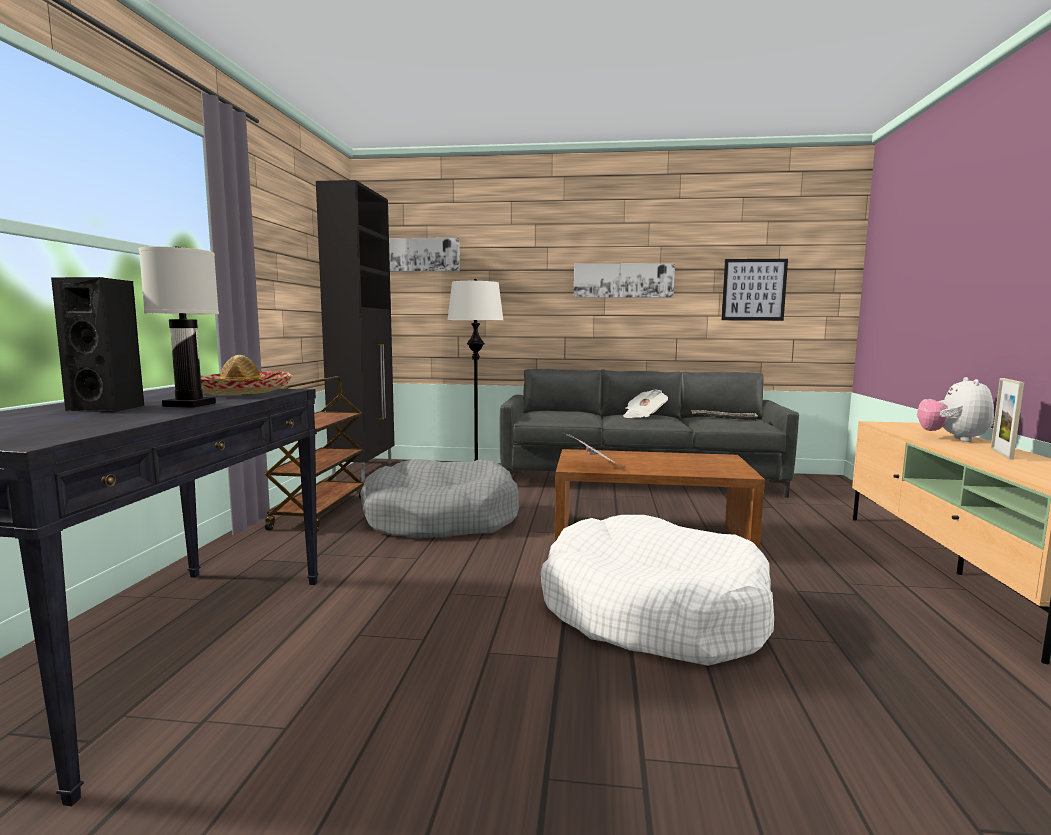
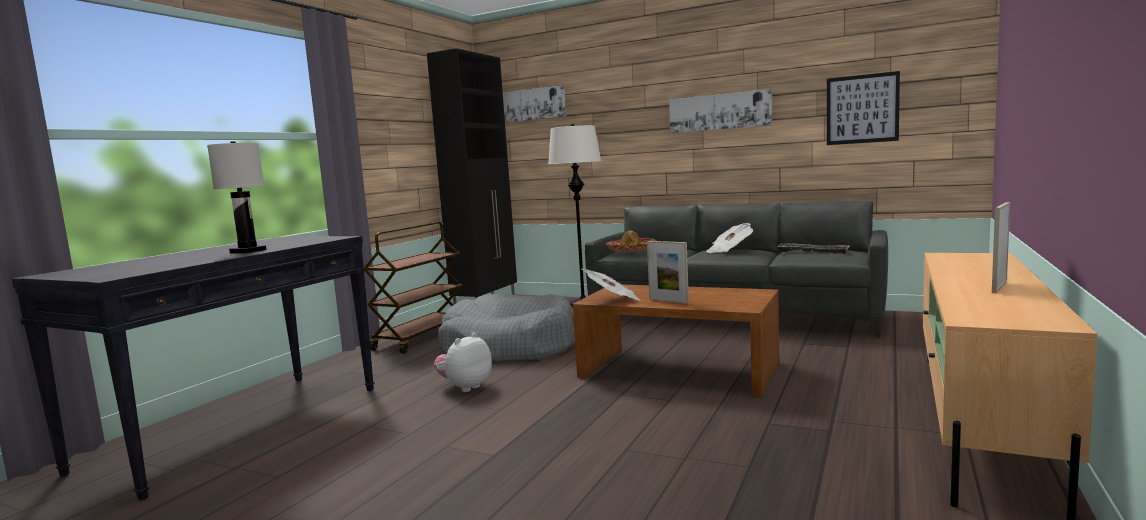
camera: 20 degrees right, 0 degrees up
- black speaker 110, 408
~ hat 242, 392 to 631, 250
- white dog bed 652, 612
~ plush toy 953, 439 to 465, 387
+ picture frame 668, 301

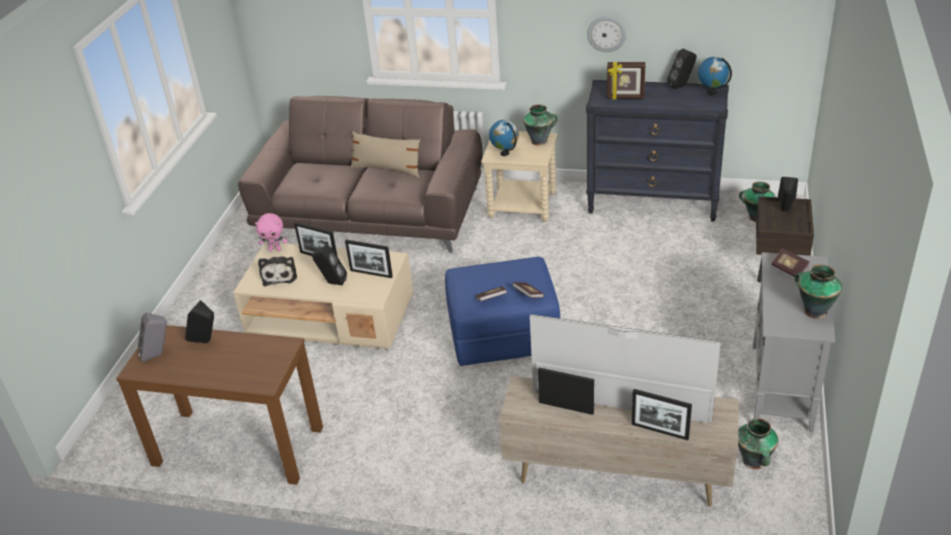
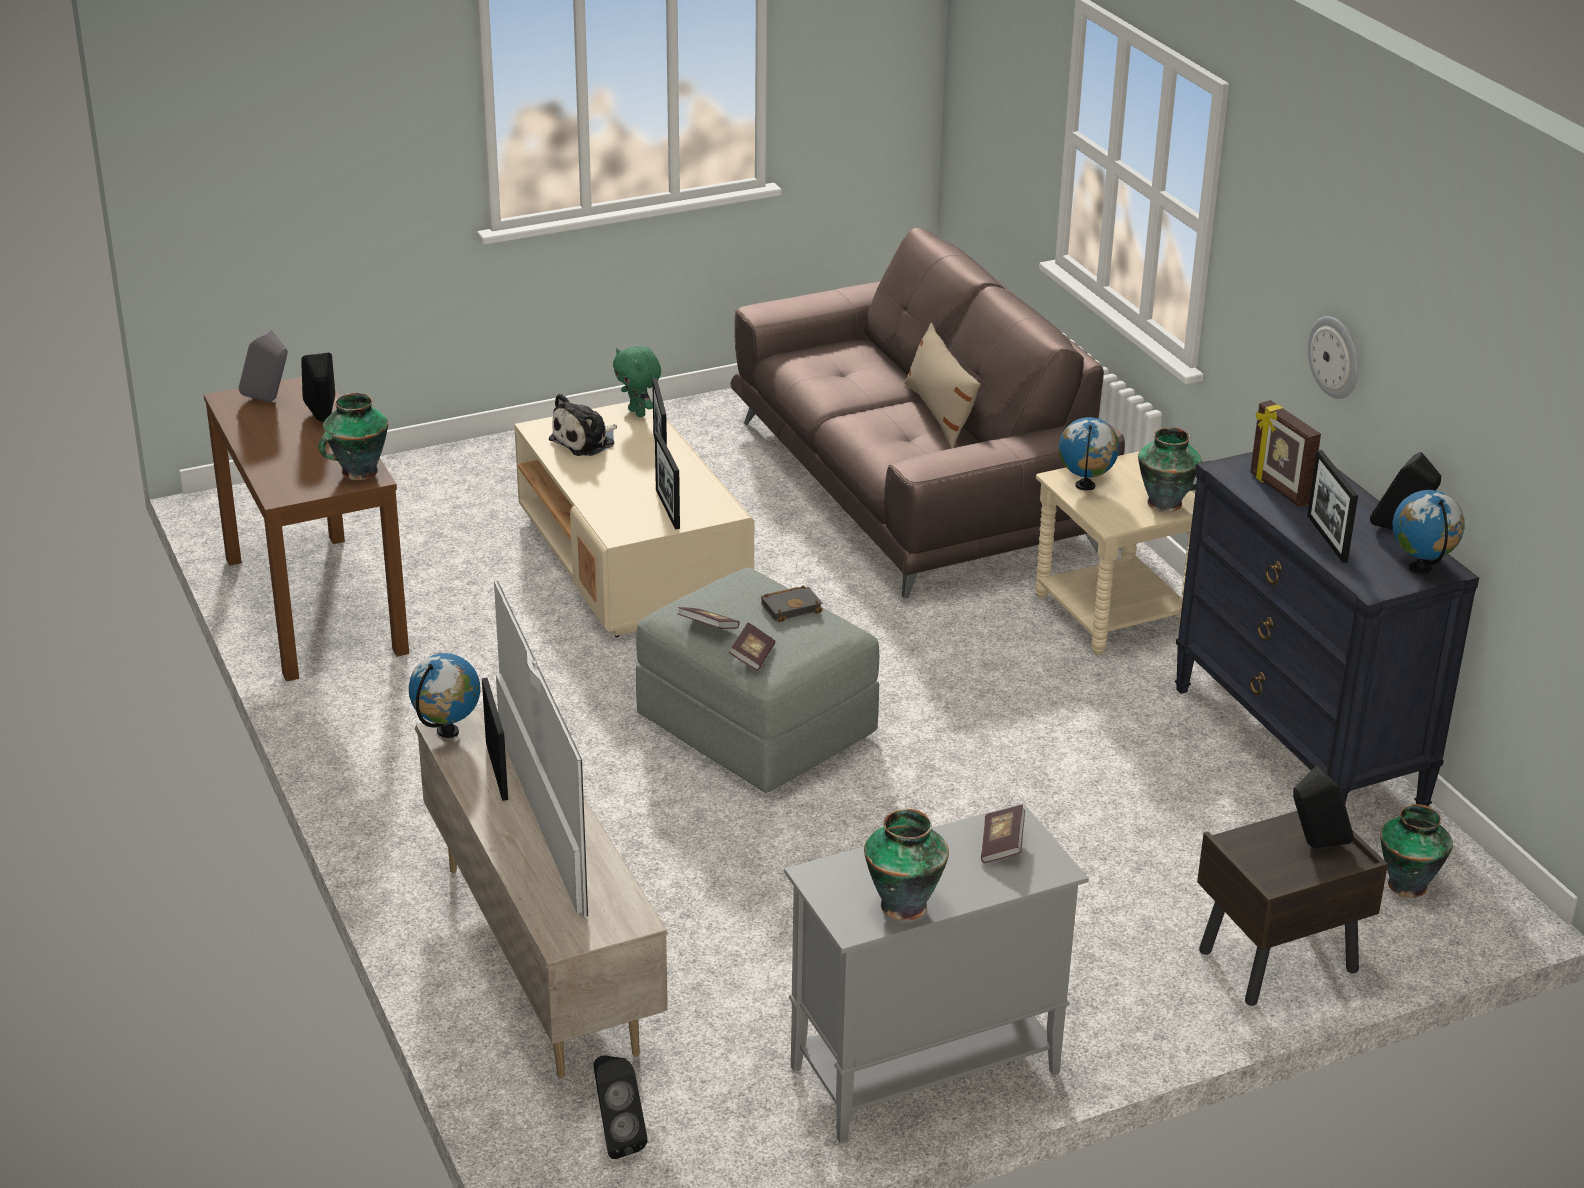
camera: 50 degrees right, 5 degrees down
~ pink plush toy 275, 249 to green plush toy 638, 413
~ black speaker 332, 283 to 616, 1139
~ blue ottoman 503, 335 to grey ottoman 755, 727
~ picture frame 659, 431 to 1327, 538
~ vase 754, 462 to 358, 472
+ globe 448, 732
+ black book 792, 607

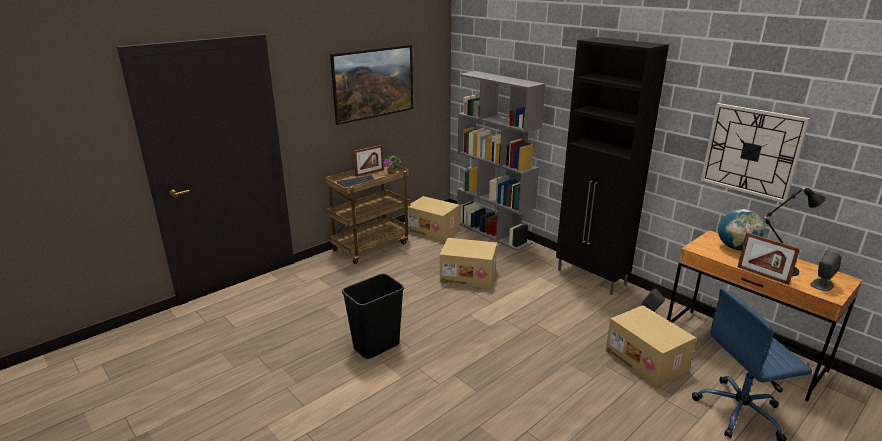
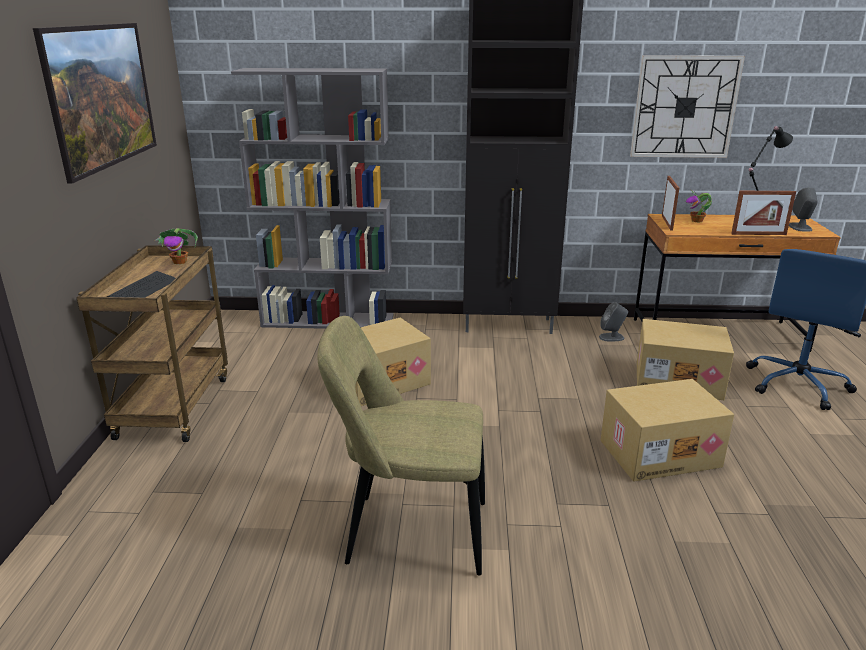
camera: 45 degrees left, 0 degrees up
~ black trash can 376, 346 to beige chair 410, 533
~ picture frame 369, 173 to 667, 223
~ cardboard box 433, 230 to 659, 452
~ globe 736, 248 to potted plant 697, 221

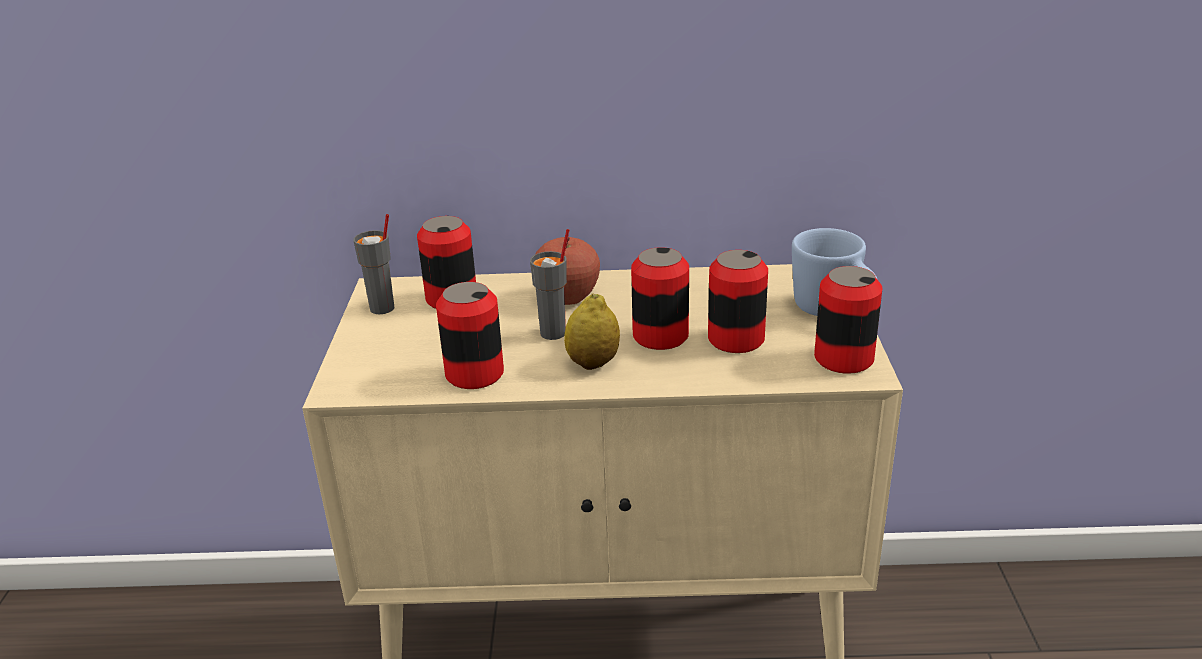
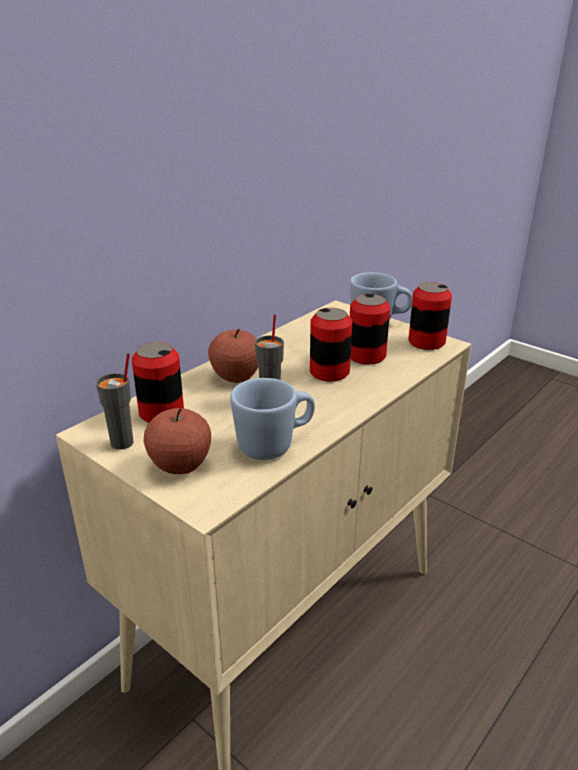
camera: 50 degrees left, 0 degrees up
~ can 474, 374 to blue mug 275, 445
- lemon 593, 363
+ apple 180, 465

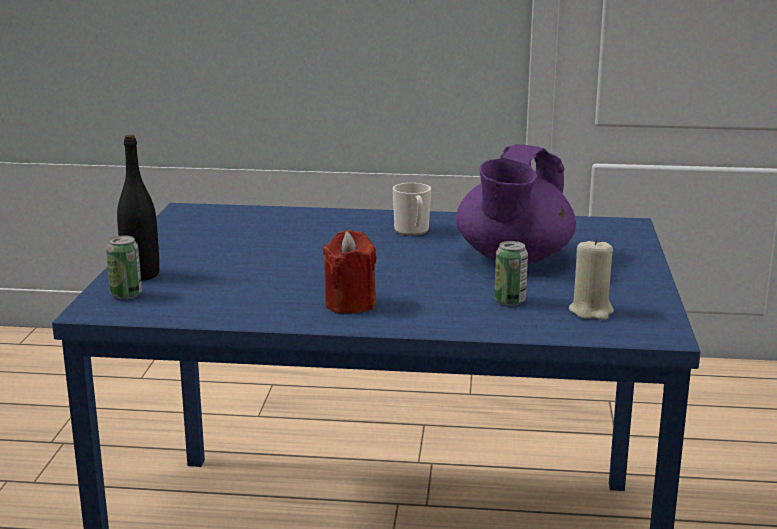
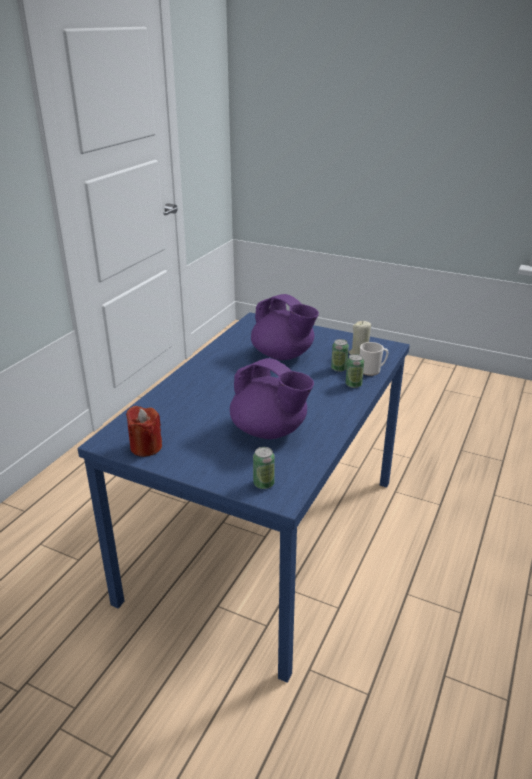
camera: 70 degrees left, 10 degrees up
- black bottle 141, 275
~ red candle 350, 304 to 146, 447
~ mug 412, 231 to 372, 370
+ purple teapot 270, 431
+ can 353, 384

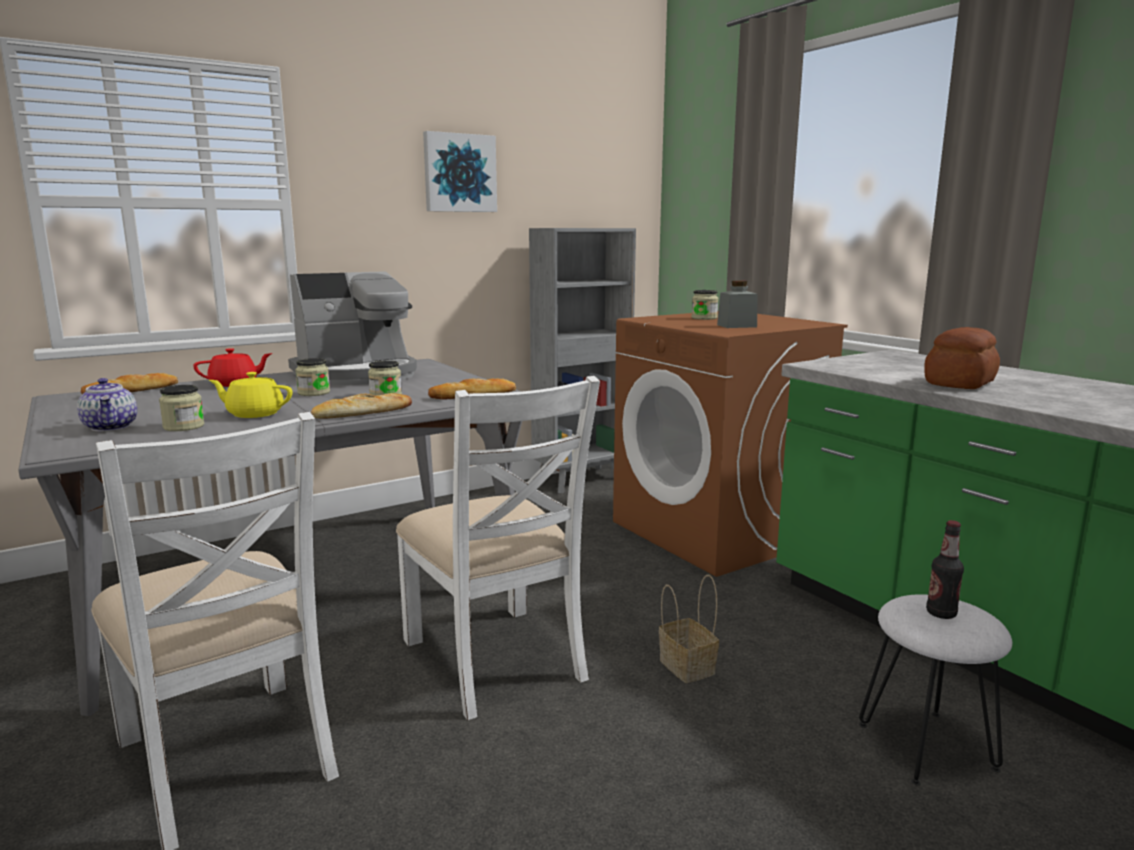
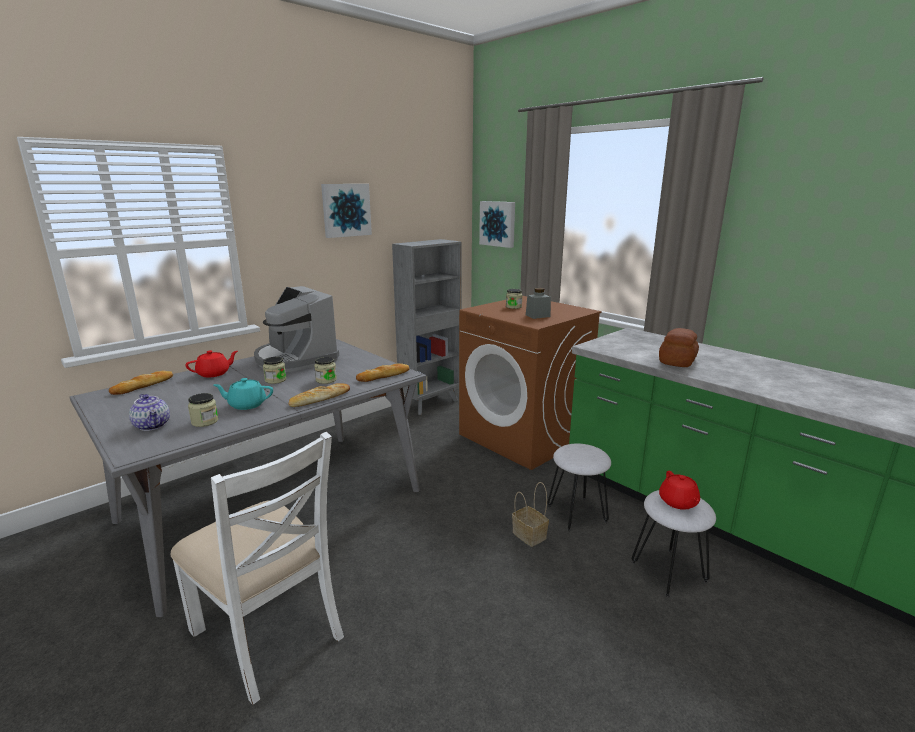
camera: 10 degrees left, 5 degrees up
~ yellow teapot 254, 414 to turquoise teapot 246, 405
~ coffee machine 357, 375 = 295, 359 90 degrees clockwise
- white chair 495, 659
~ bottle 941, 613 to red teapot 678, 502
+ picture 498, 223
+ white stool 576, 513

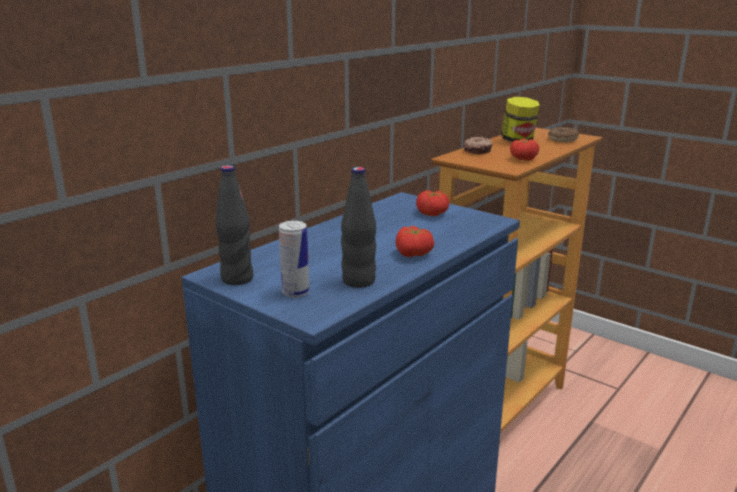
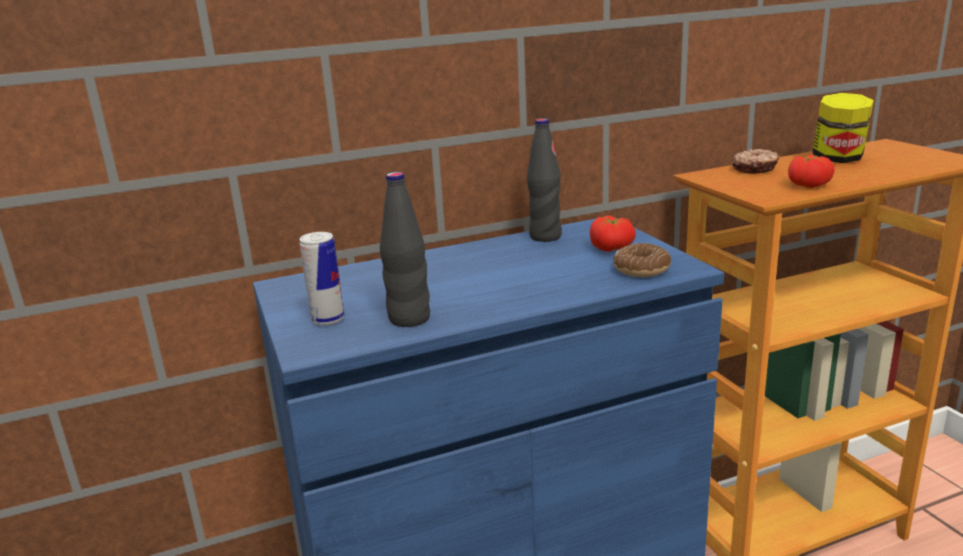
camera: 30 degrees right, 0 degrees up
~ black bottle 237, 279 to 545, 237
- tomato 414, 254
~ donut 562, 139 to 641, 269

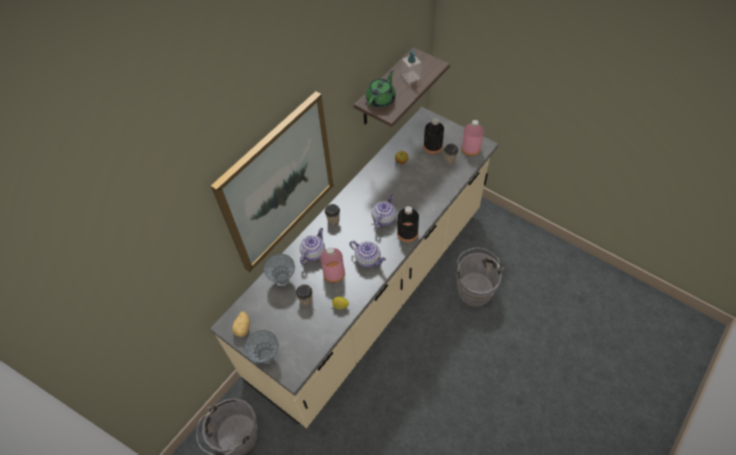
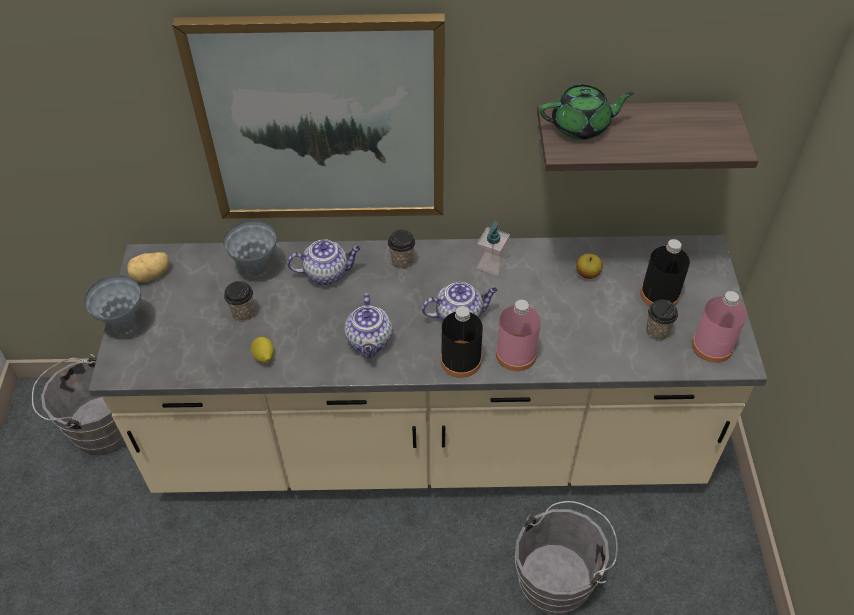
camera: 50 degrees right, 5 degrees down
~ pink bottle 334, 272 to 516, 354
~ soap dispenser 411, 77 to 491, 264

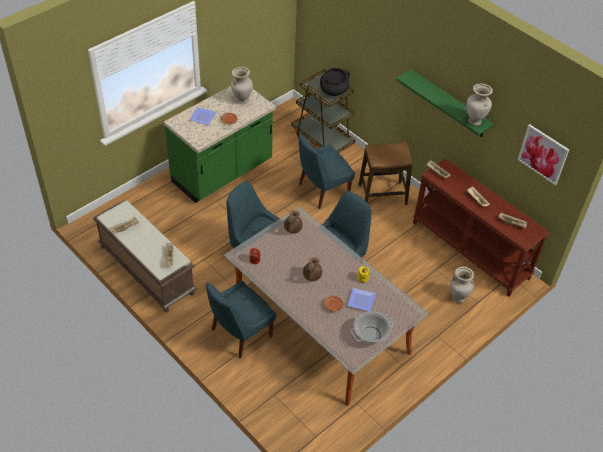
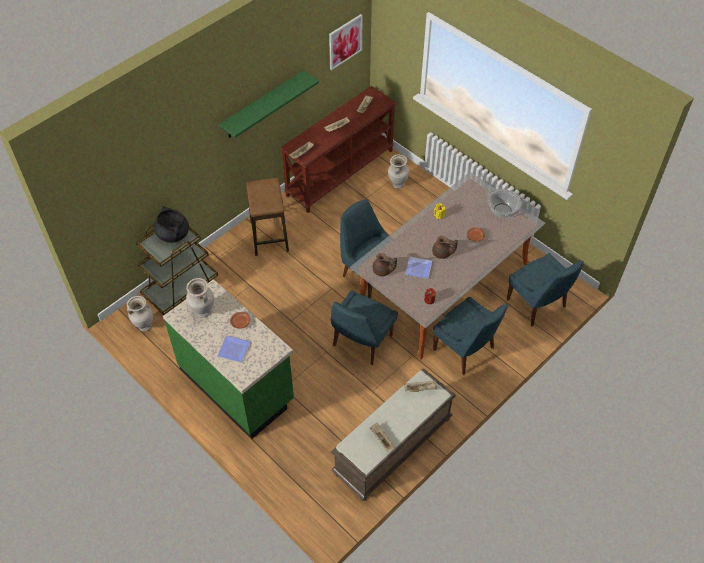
camera: 90 degrees left, 5 degrees up
~ blue chair 321, 191 to 537, 304
~ plate 360, 301 to 419, 269
~ beige vase 475, 121 to 144, 326

